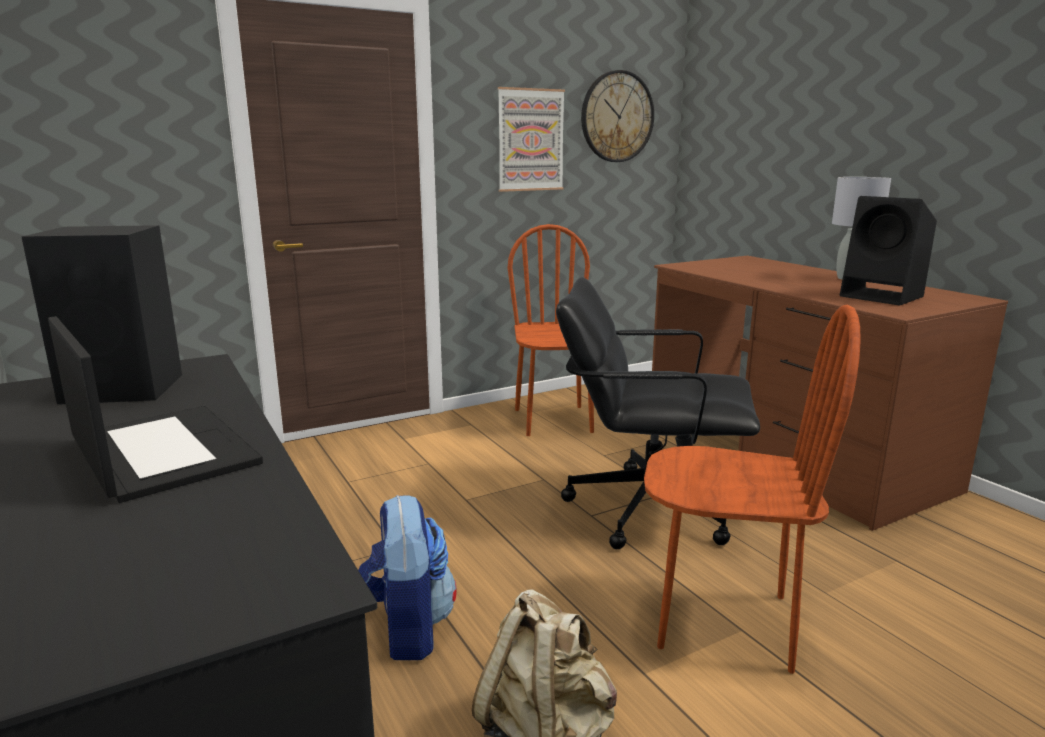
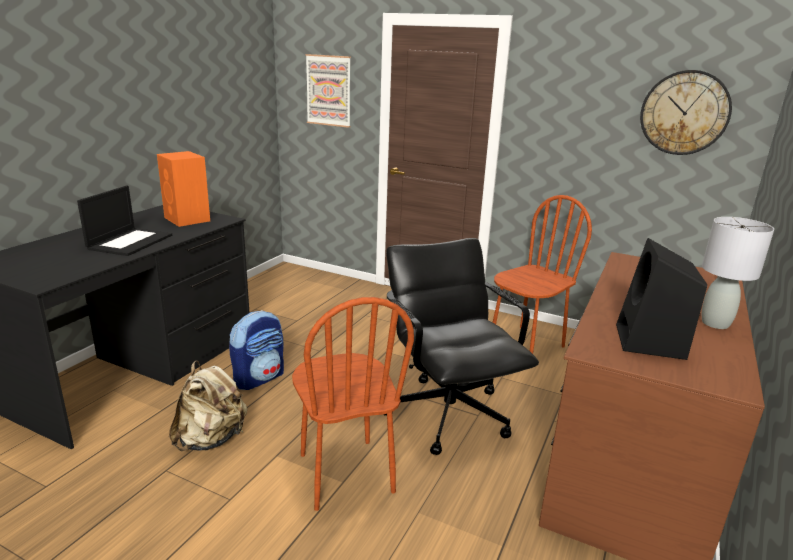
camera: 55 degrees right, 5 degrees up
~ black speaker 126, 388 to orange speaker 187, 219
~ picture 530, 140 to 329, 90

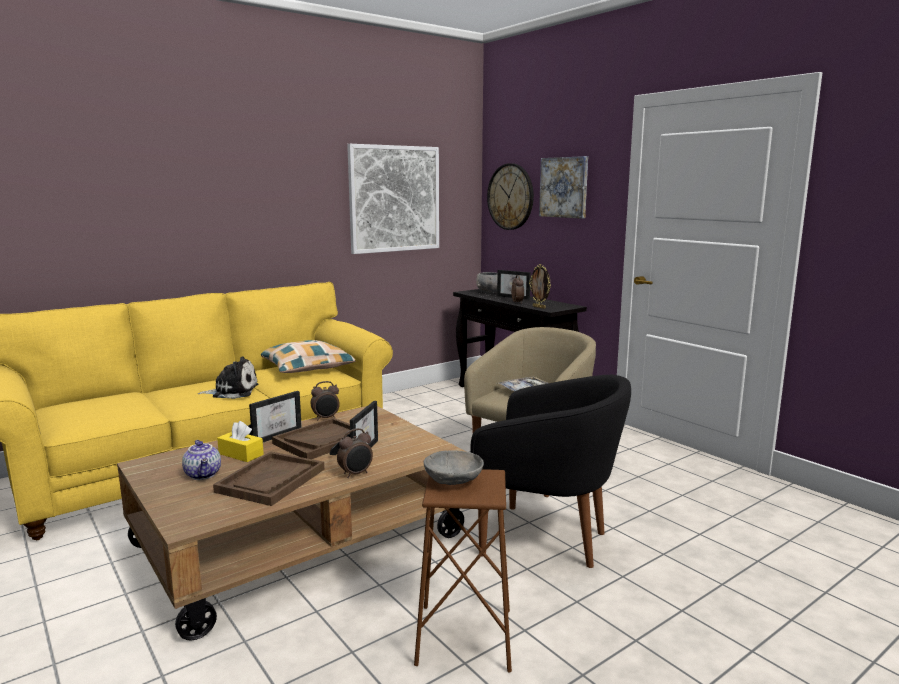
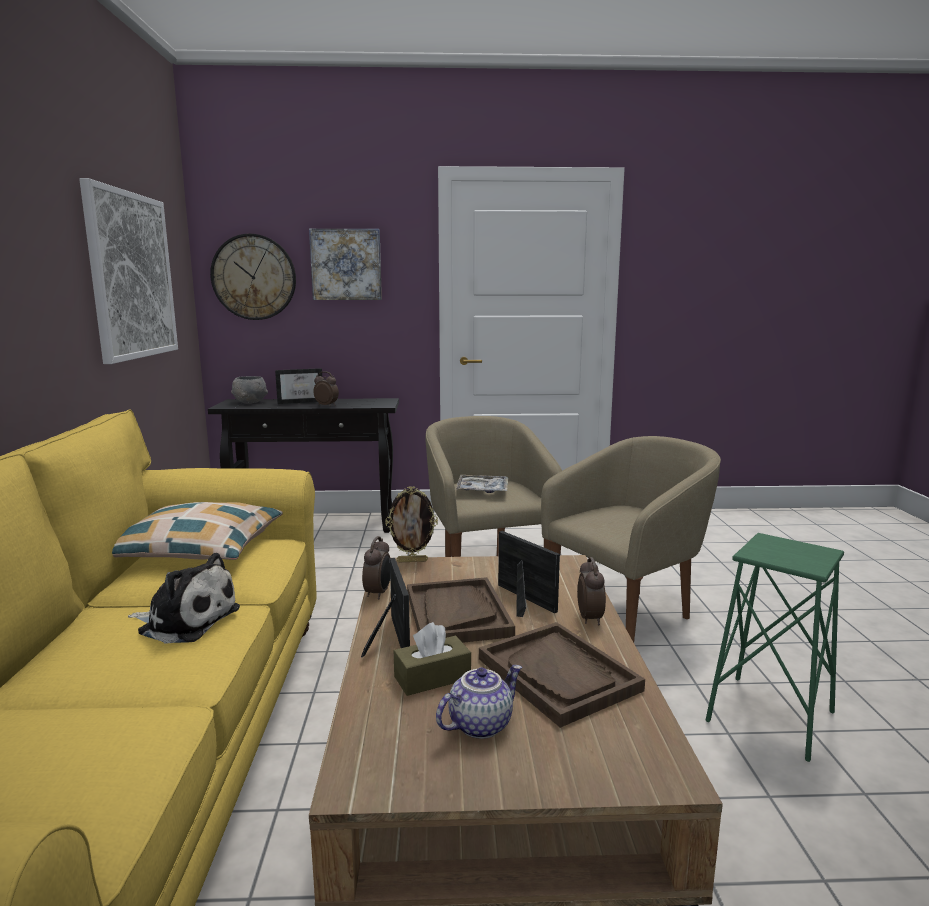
camera: 55 degrees left, 0 degrees up
~ teapot 204, 474 = 480, 724 45 degrees counterclockwise
~ plush toy 232, 391 = 186, 621 75 degrees clockwise
~ yellow tissue box 241, 454 to brown tissue box 432, 678
~ brown stool 464, 637 to green stool 770, 716
- grey bowl 454, 482
~ black armchair 547, 539 to beige armchair 627, 617
~ picture frame 539, 307 to 412, 561

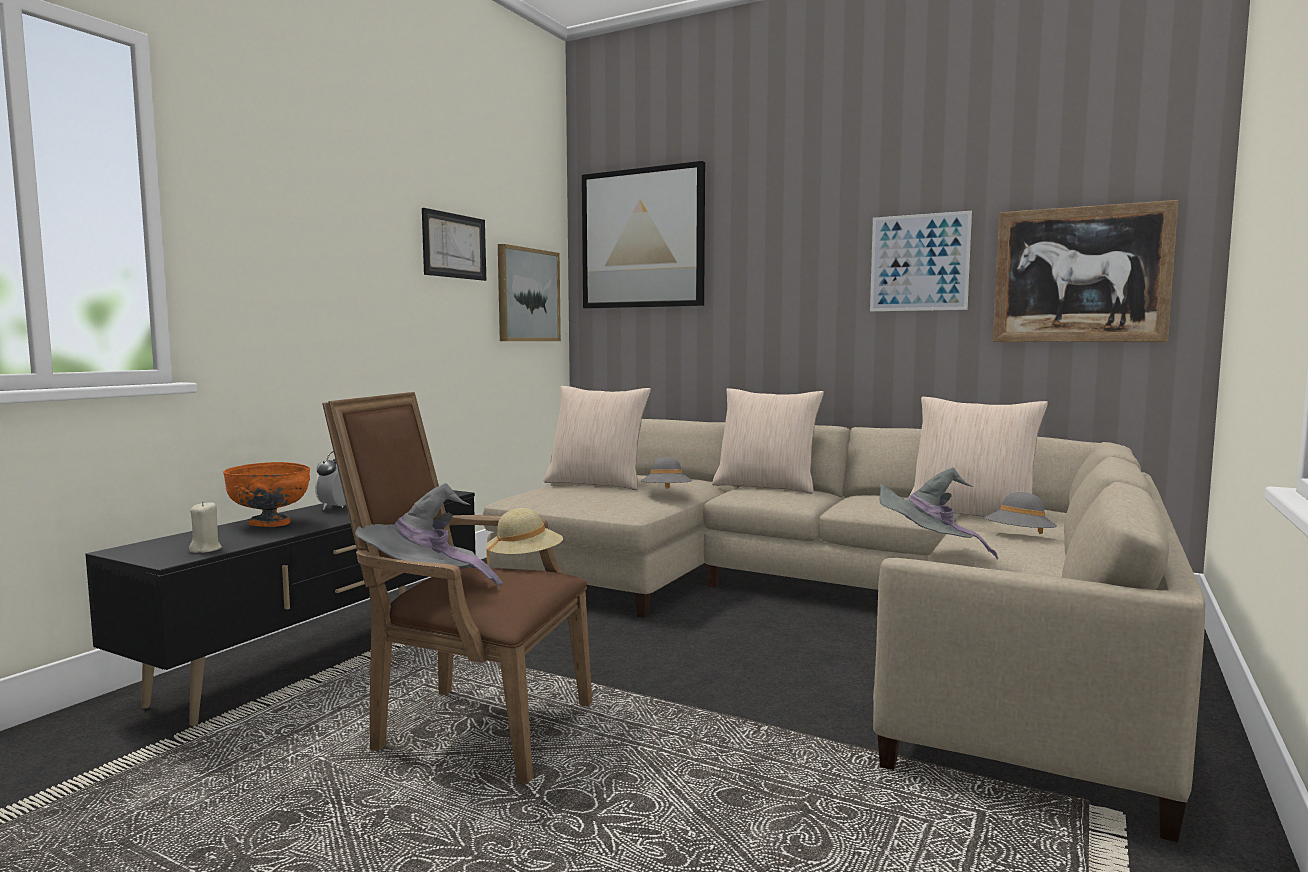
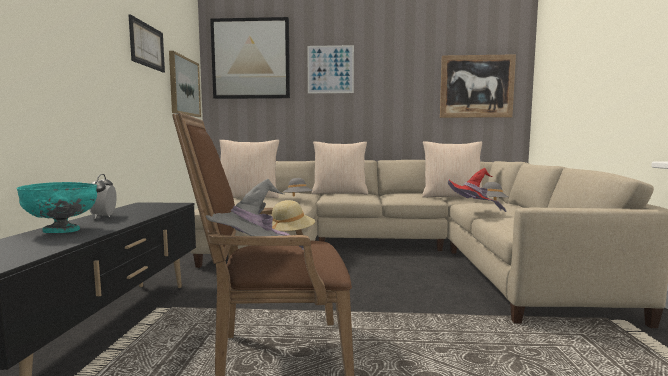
camera: 25 degrees left, 0 degrees up
- beige candle 206, 549
~ orange bowl 270, 524 to turquoise bowl 62, 231
~ picture 919, 262 to 330, 69
~ grey hat 927, 552 to red hat 473, 212

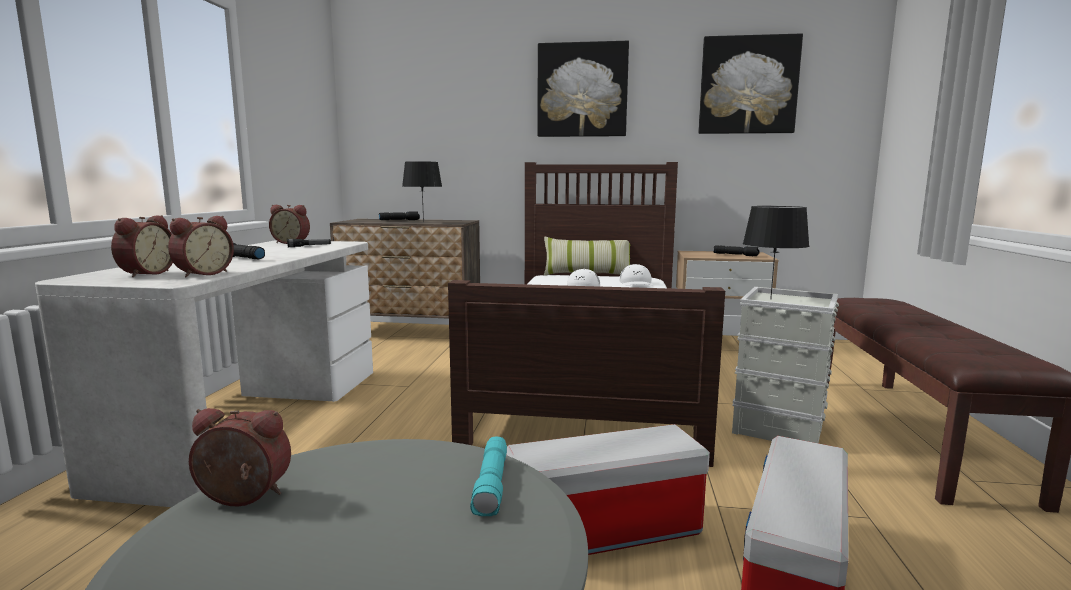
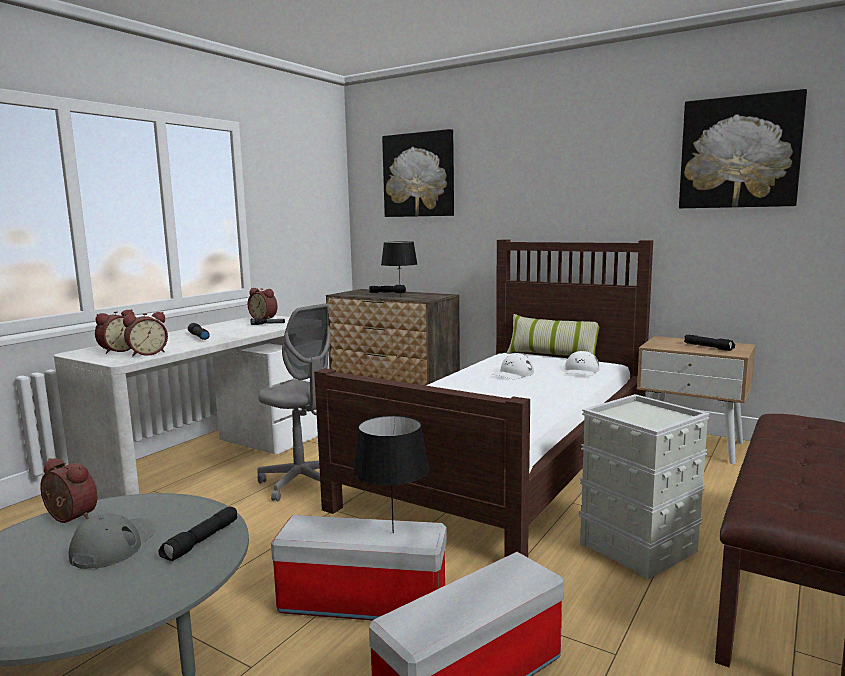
camera: 25 degrees right, 0 degrees up
~ turquoise flashlight 492, 485 to black flashlight 202, 541
~ picture 582, 90 to 419, 175
~ black table lamp 771, 299 to 394, 532
+ grey cap 114, 545
+ grey office chair 302, 483

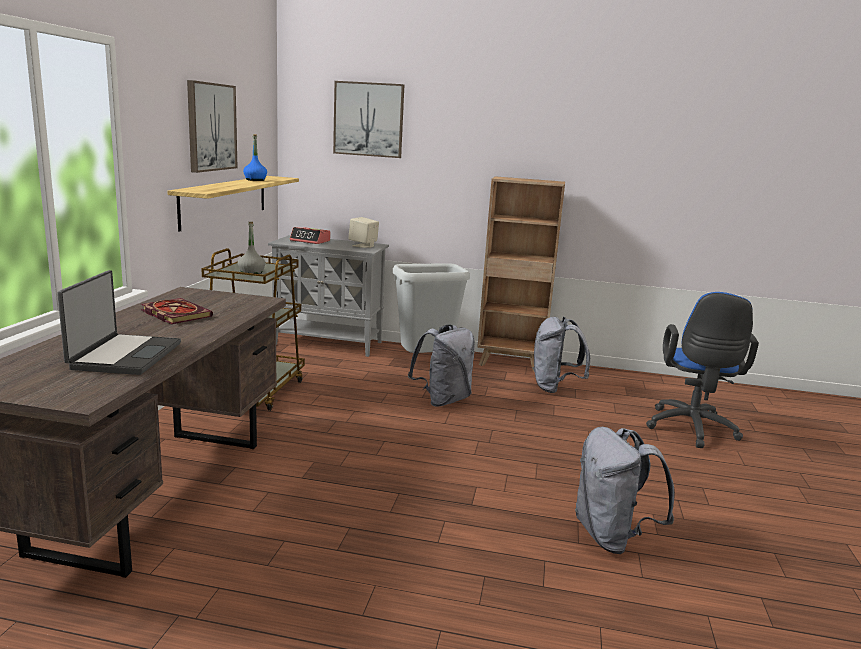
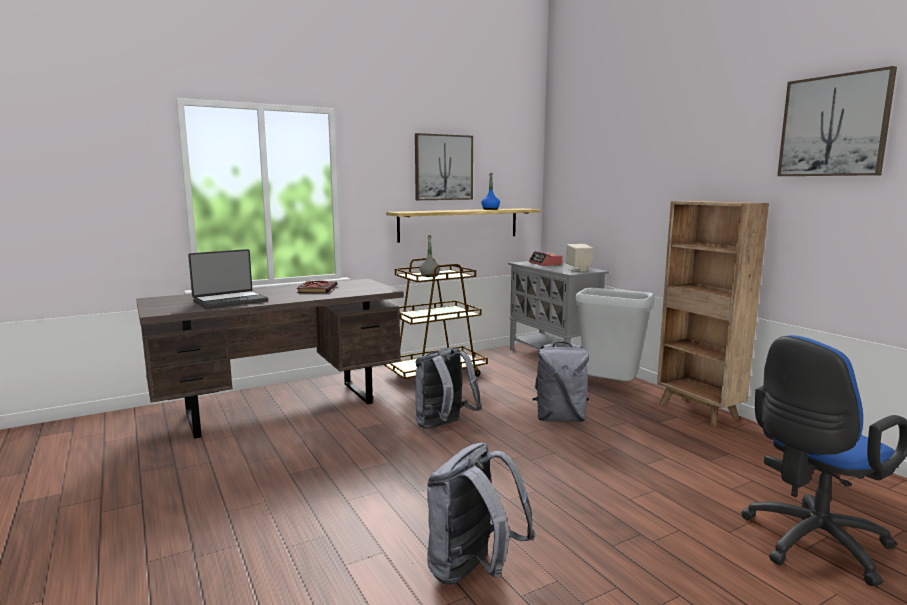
camera: 50 degrees right, 5 degrees down
~ picture 368, 119 to 834, 126
~ grey backpack 554, 388 to 443, 426

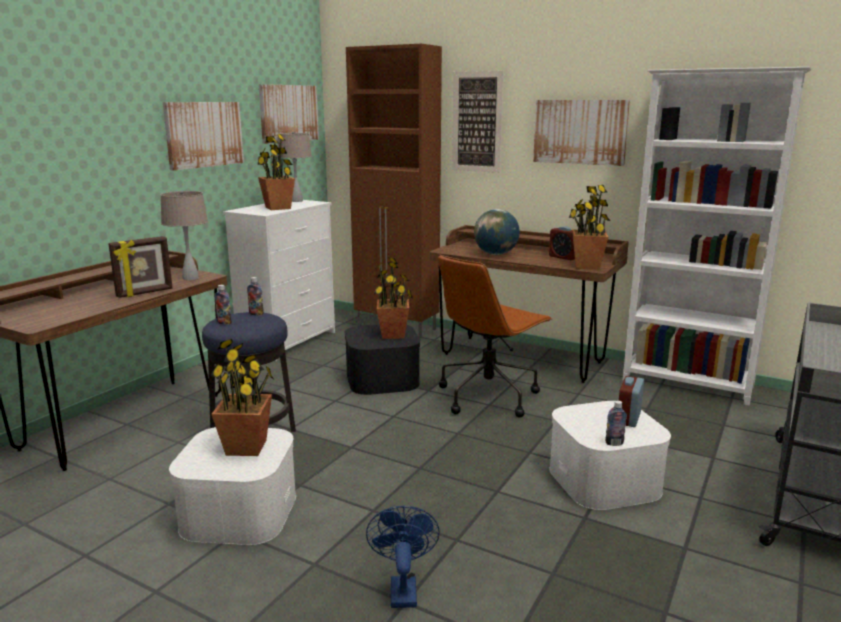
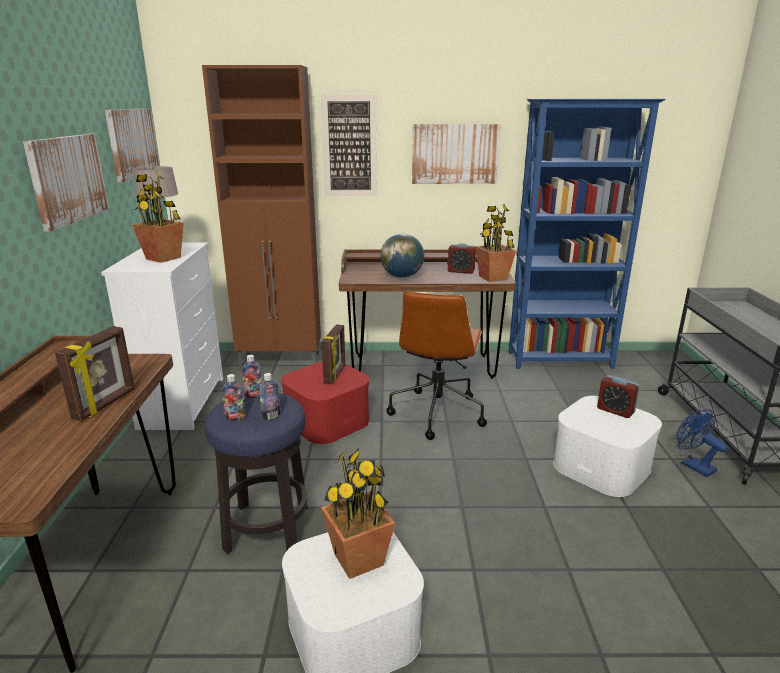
camera: 30 degrees left, 5 degrees up
- beige table lamp 191, 278
~ black storage box 382, 378 to red storage box 327, 420
~ blue fan 402, 588 to 692, 465
~ potted plant 393, 334 to picture frame 335, 375
~ bottle 614, 443 to 271, 416
~ alarm clock 628, 418 = 615, 410 45 degrees counterclockwise
~ white bookcase 688, 384 to blue bookcase 561, 361

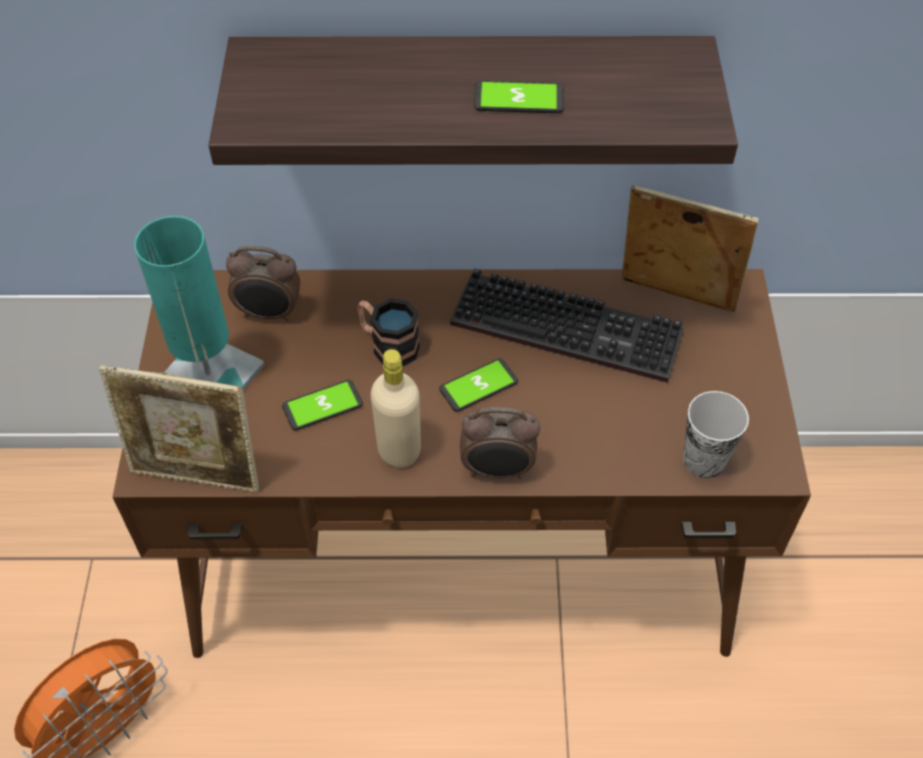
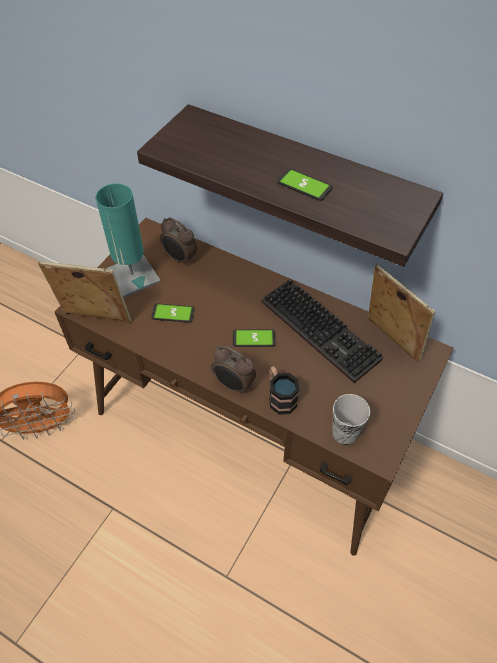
camera: 30 degrees right, 0 degrees up
~ picture frame 198, 475 = 95, 319 150 degrees clockwise
~ mug 388, 344 to 280, 397
- beige bottle 399, 450

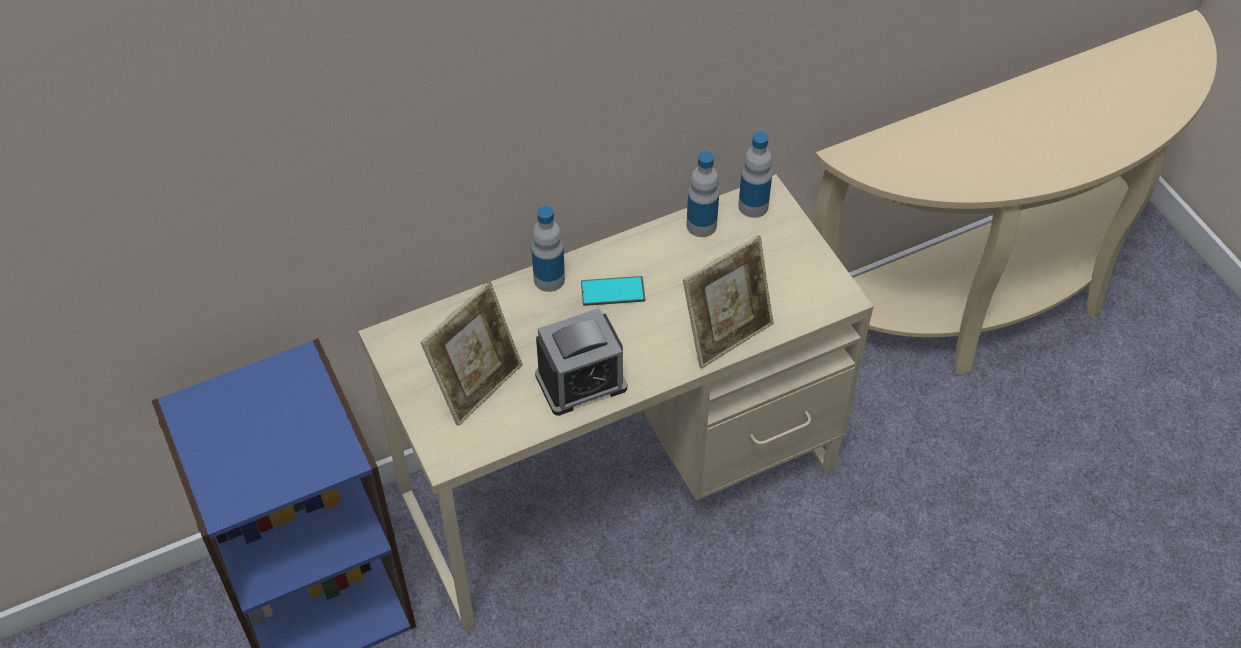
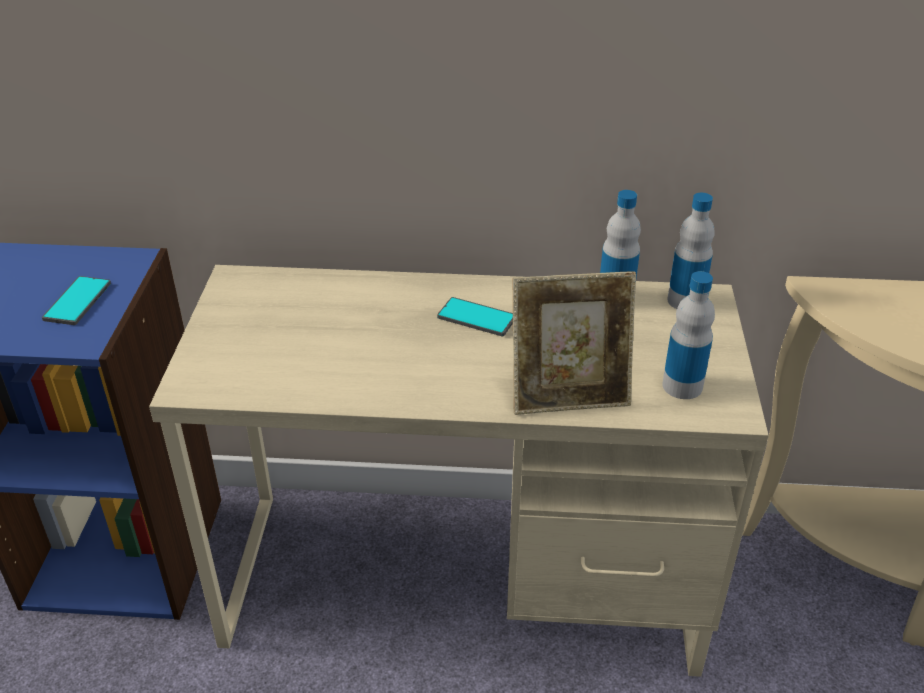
camera: 30 degrees right, 15 degrees down
- picture frame 477, 385
~ bottle 549, 279 to 682, 386
- alarm clock 581, 382
+ phone 78, 301

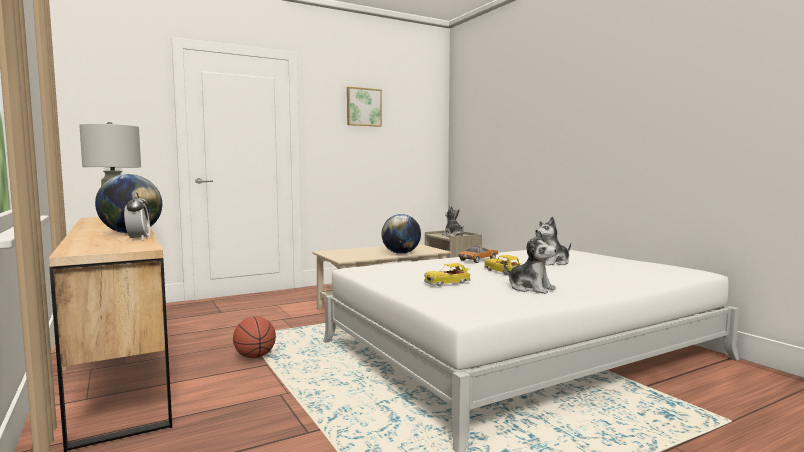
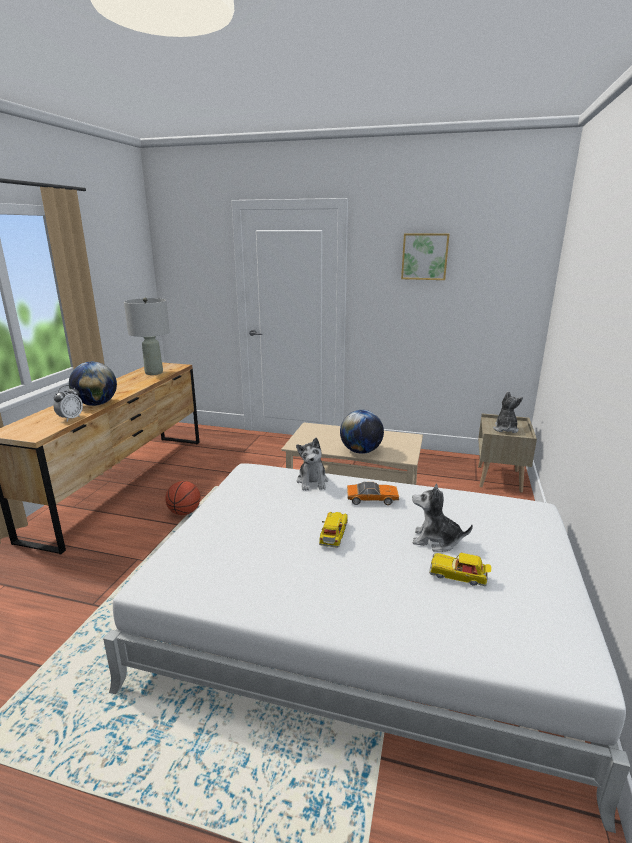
camera: 45 degrees right, 15 degrees up
~ toy car 448, 283 to 459, 575
~ plush toy 530, 288 to 312, 481

